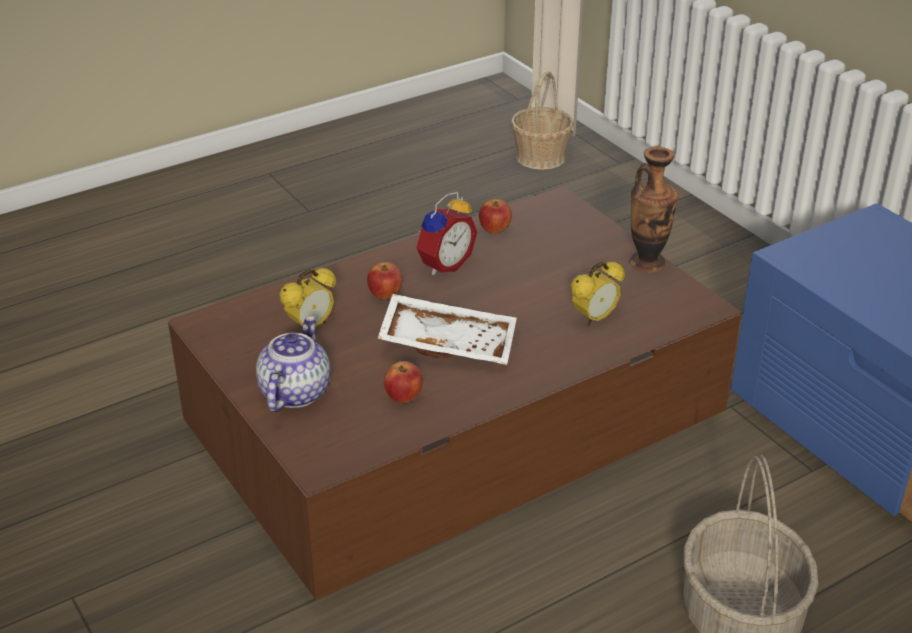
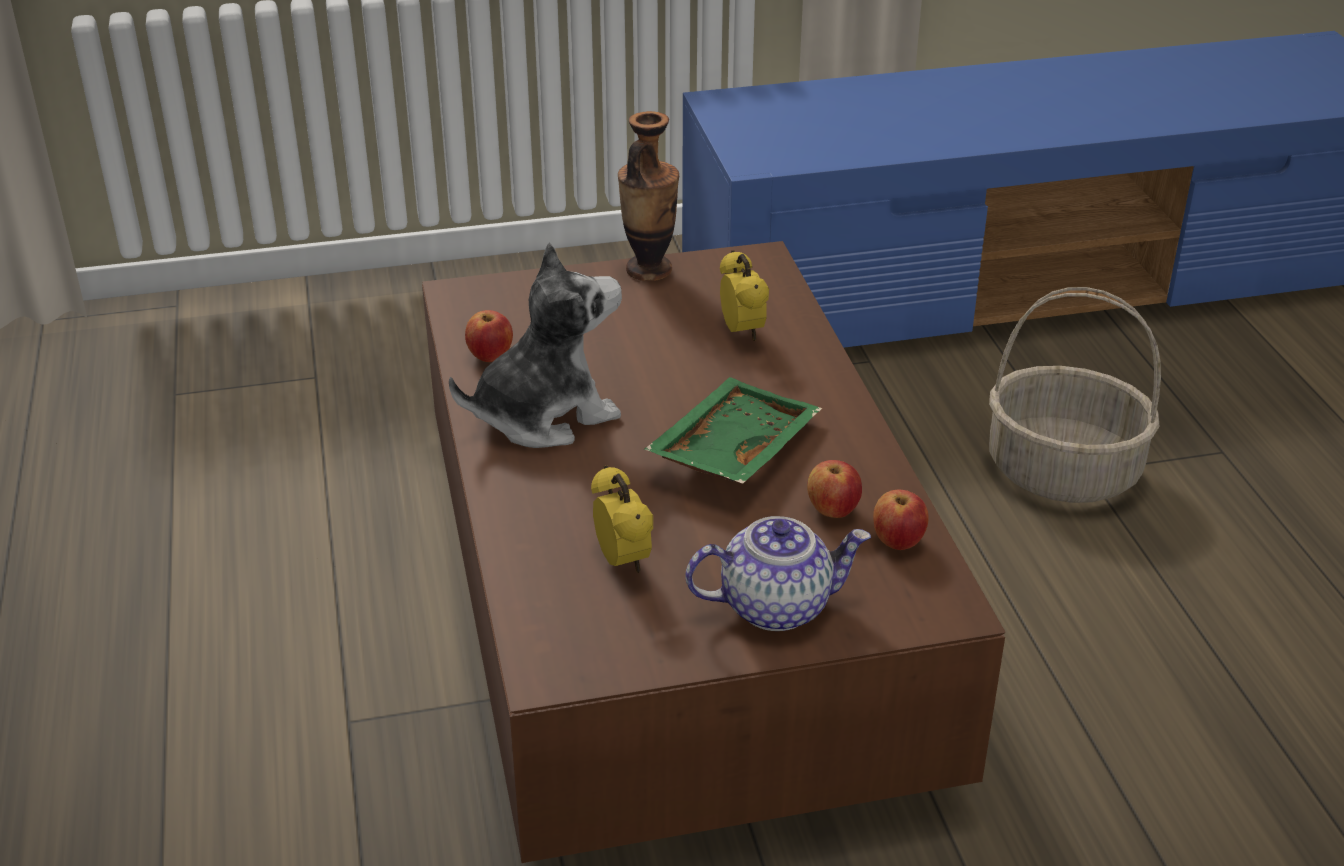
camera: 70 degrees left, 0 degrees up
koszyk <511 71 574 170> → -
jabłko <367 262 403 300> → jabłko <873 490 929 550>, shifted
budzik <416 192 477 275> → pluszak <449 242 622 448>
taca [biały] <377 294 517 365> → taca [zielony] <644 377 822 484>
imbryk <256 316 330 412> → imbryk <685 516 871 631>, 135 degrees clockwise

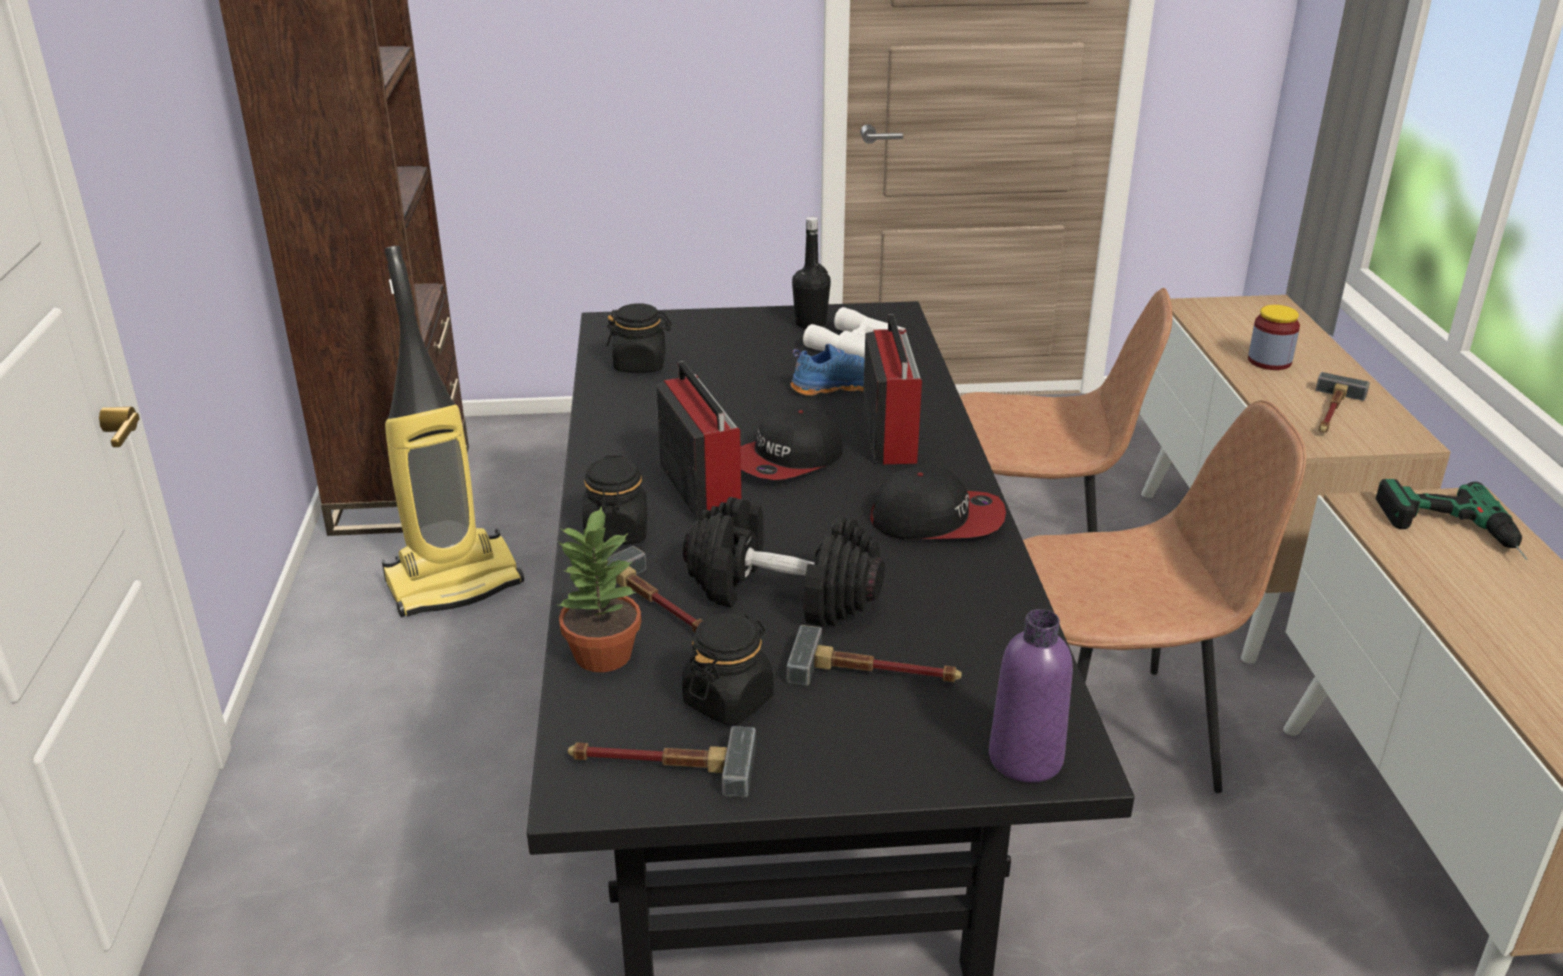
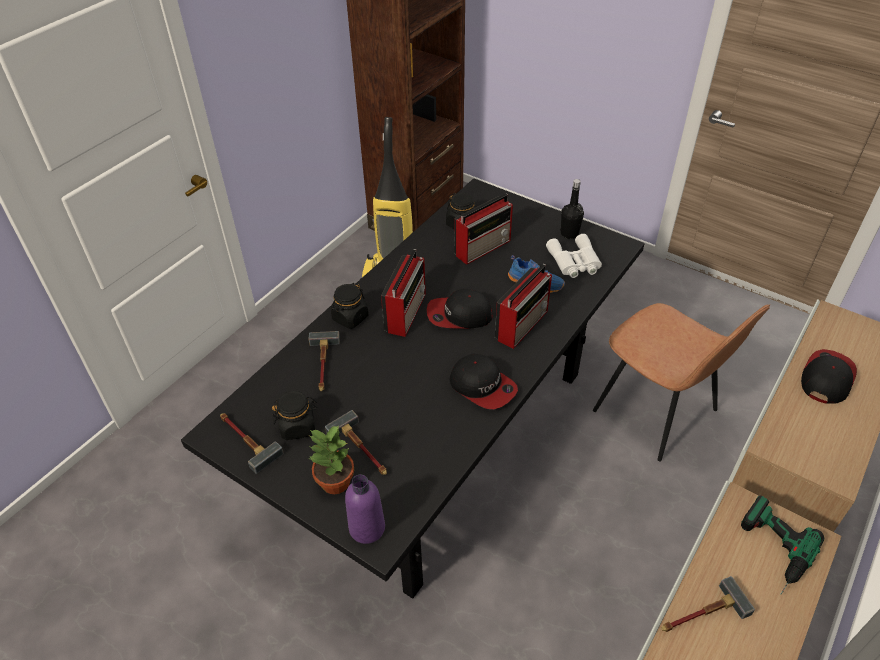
camera: 40 degrees right, 15 degrees up
hantel [czarny] <683 497 885 626> → -
krzesło [brązowy] <1023 400 1306 793> → -
- → radio <454 193 513 265>
roślina doniczkowa <558 505 641 672> → roślina doniczkowa <309 425 354 494>, shifted
młotek <1316 372 1370 433> → młotek <661 576 755 632>, shifted
słoik <1248 305 1300 370> → czapka z daszkiem <801 349 857 404>

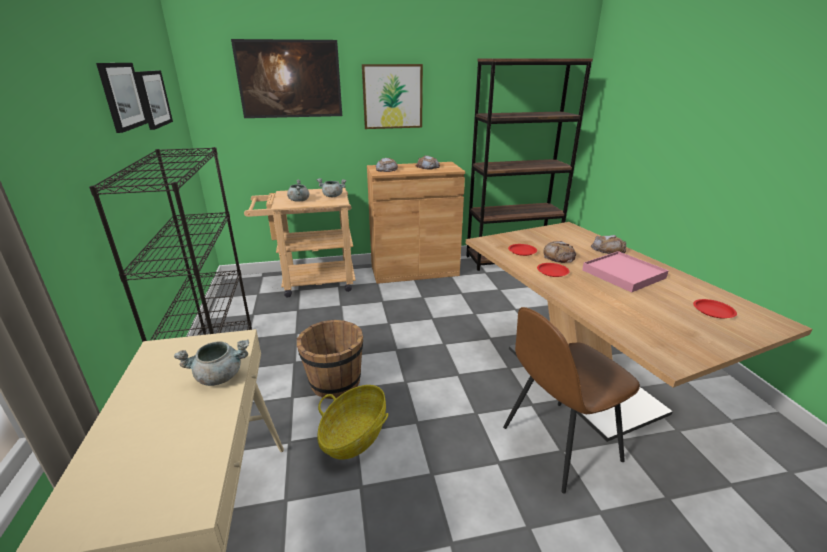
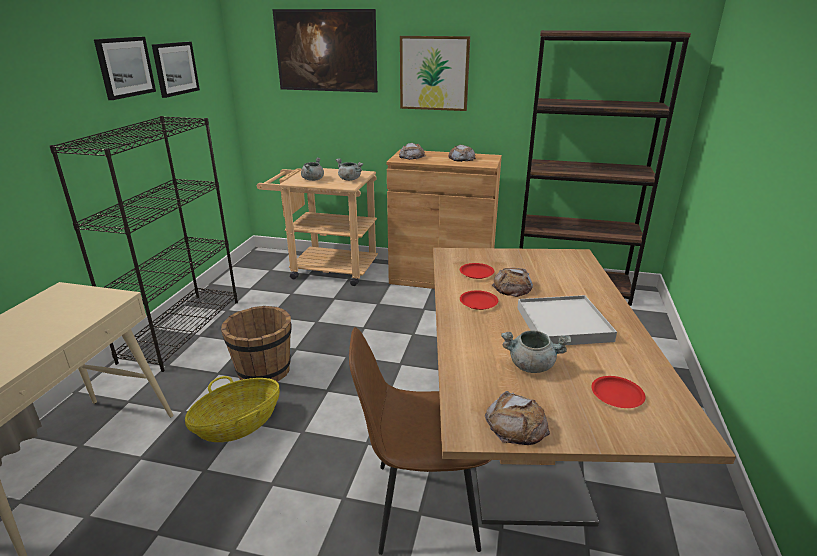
camera: 25 degrees right, 0 degrees up
garnek [szary] <174 339 249 386> → garnek [szary] <501 331 571 373>, shifted
chleb <591 235 627 254> → chleb <485 391 550 445>, shifted
taca [różowy] <582 251 669 292> → taca [biały] <517 295 617 345>

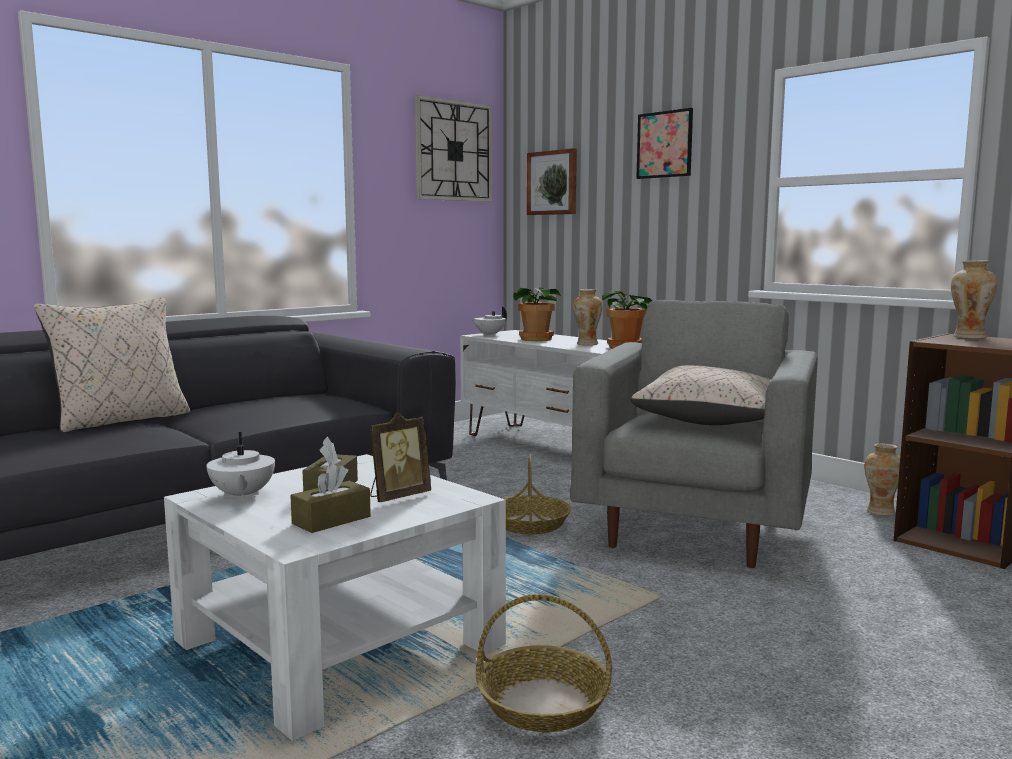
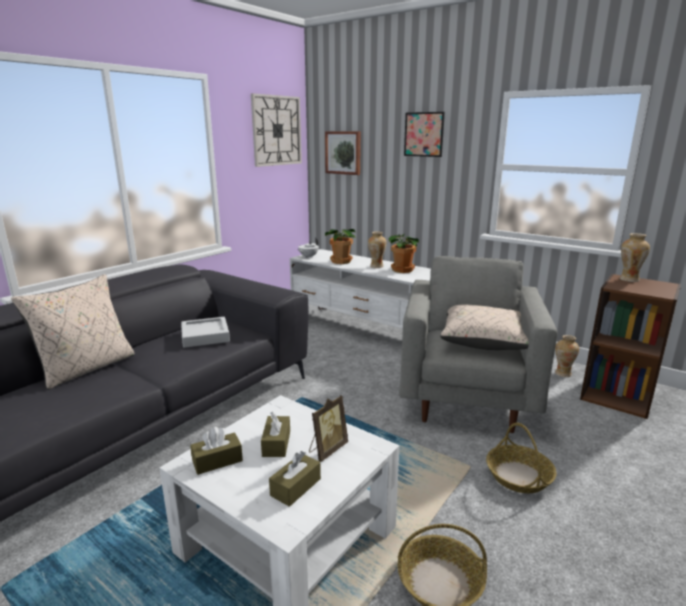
camera: 10 degrees left, 10 degrees up
- → taca [szary] <181 317 230 348>
koszyk <502 454 571 534> → koszyk <486 423 556 493>, shifted
imbryk [biały] <206 432 275 501> → pudełko chusteczek [brązowy] <190 427 243 475>

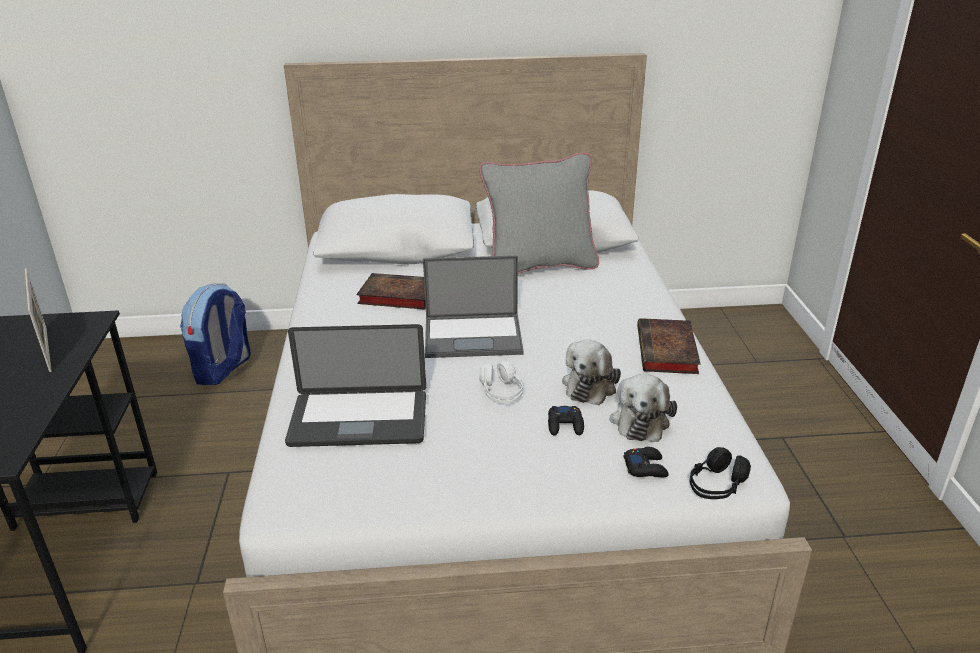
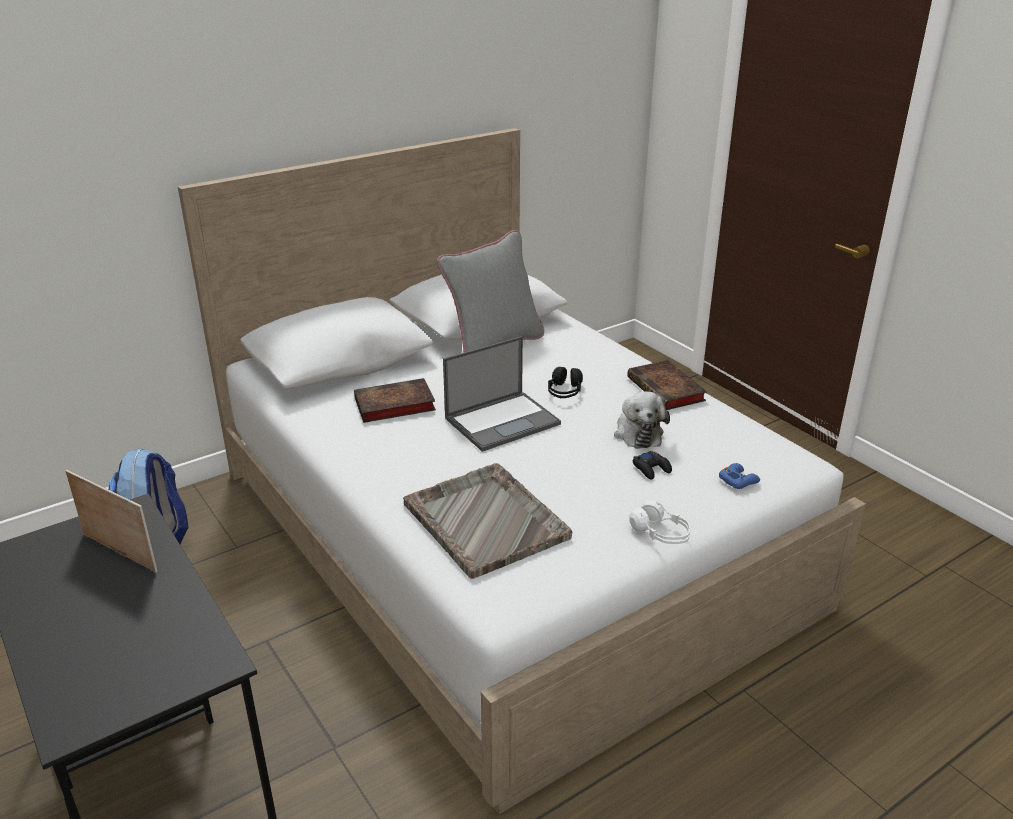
camera: 30 degrees left, 0 degrees up
pluszak <610 374 677 442> → -
słuchawki [biały] <479 361 523 404> → słuchawki [biały] <629 500 690 544>, shifted
słuchawki [czarny] <689 447 751 499> → słuchawki [czarny] <548 367 583 398>, shifted
laptop <285 324 426 447> → taca [szary] <403 463 572 579>
pad do gier [czarny] <624 447 669 477> → pad do gier [niebieski] <719 463 760 489>

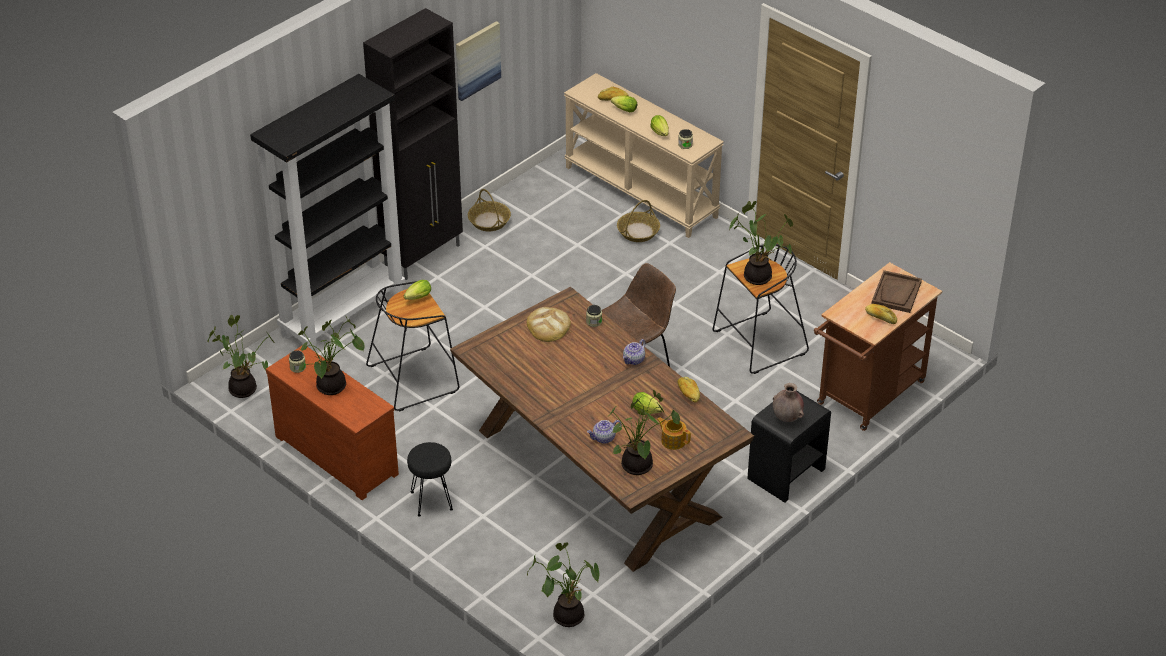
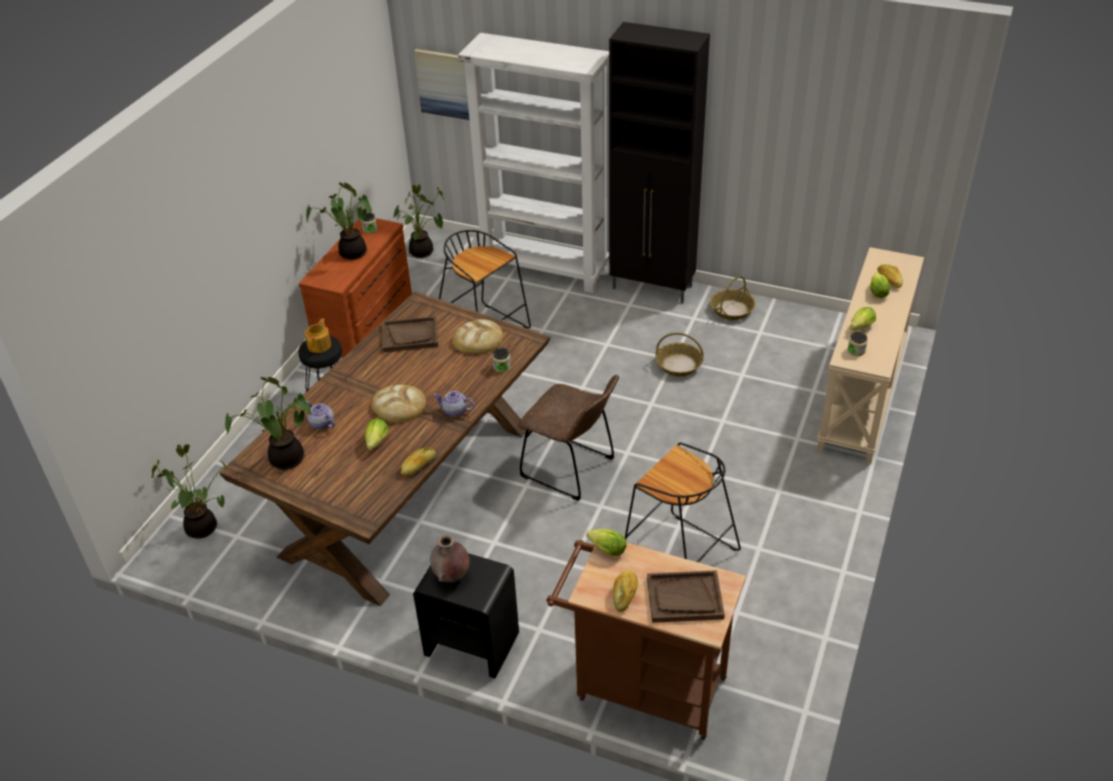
camera: 70 degrees right, 0 degrees up
roślina doniczkowa <729 201 793 285> → -
- → chleb <371 385 426 423>
- → taca [brązowy] <382 316 438 352>
sałata <404 280 431 300> → sałata <586 529 627 556>, shifted
obraz <456 21 501 101> → obraz <414 49 469 120>, shifted
koszyk <617 200 660 242> → koszyk <655 333 704 376>, shifted
imbryk <657 417 691 450> → imbryk <305 318 331 353>, shifted
regał [czarny] <250 74 405 351> → regał [biały] <458 33 609 293>

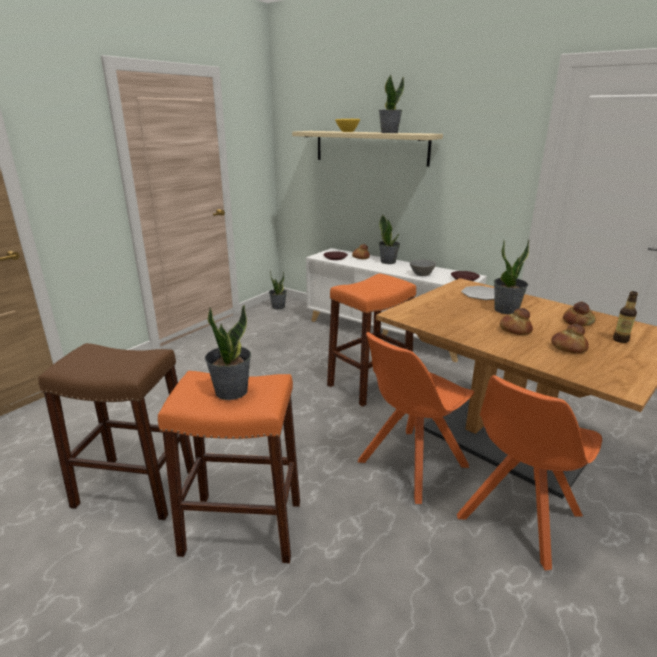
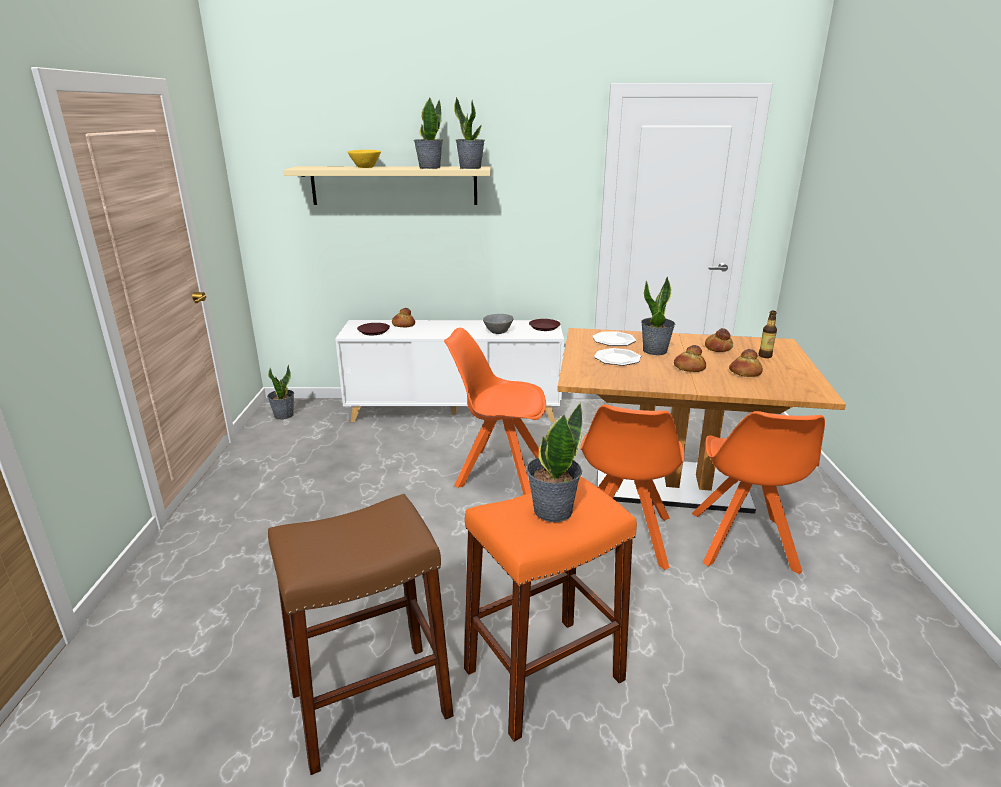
camera: 35 degrees left, 0 degrees up
- → talerz <594 348 641 366>
roślina doniczkowa <379 214 400 264> → roślina doniczkowa <454 97 485 169>, shifted
stołek [pomarańczowy] <327 274 416 407> → krzesło [pomarańczowy] <444 328 546 495>

